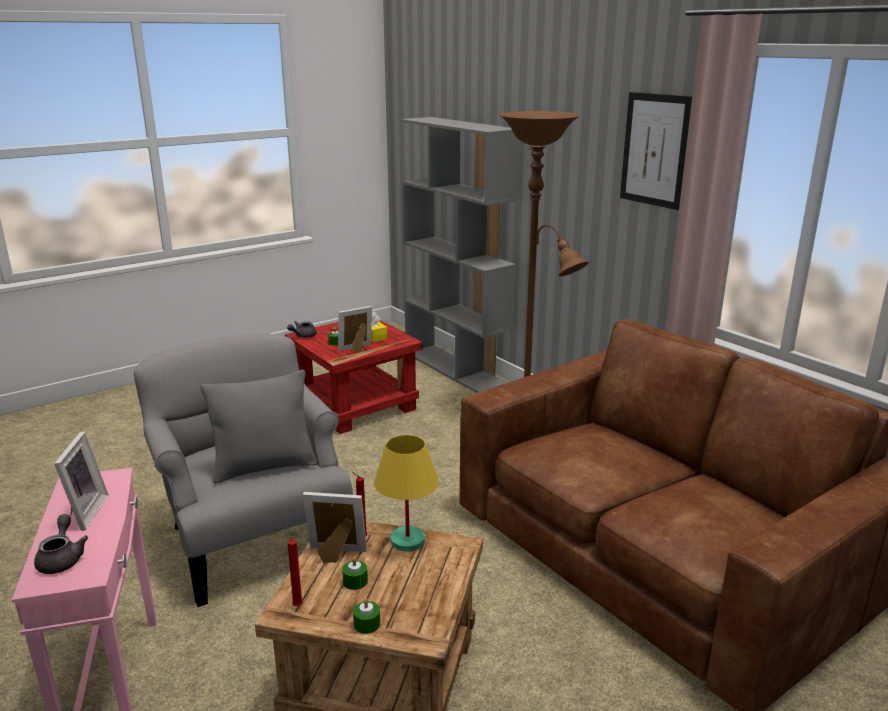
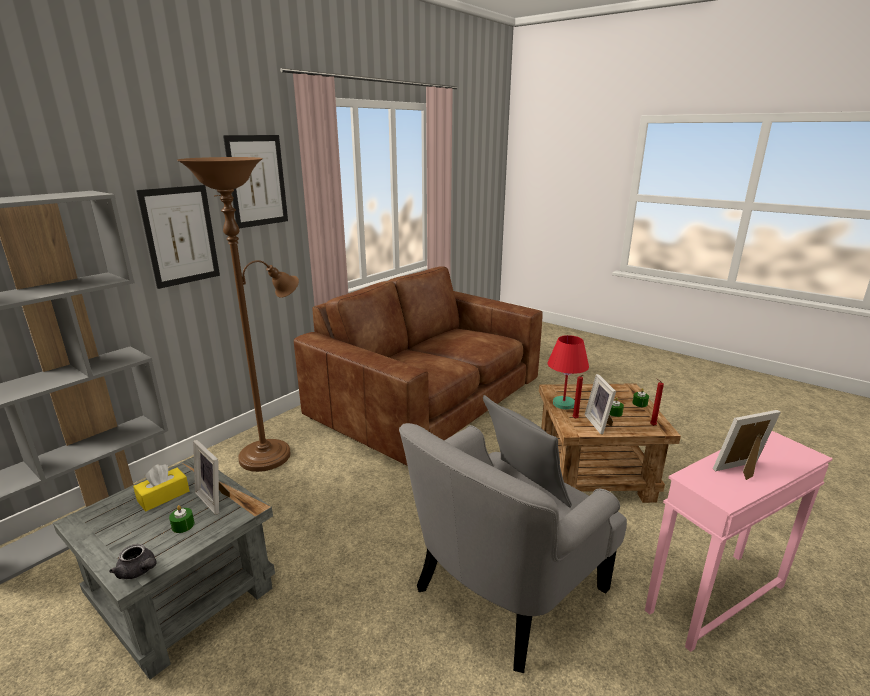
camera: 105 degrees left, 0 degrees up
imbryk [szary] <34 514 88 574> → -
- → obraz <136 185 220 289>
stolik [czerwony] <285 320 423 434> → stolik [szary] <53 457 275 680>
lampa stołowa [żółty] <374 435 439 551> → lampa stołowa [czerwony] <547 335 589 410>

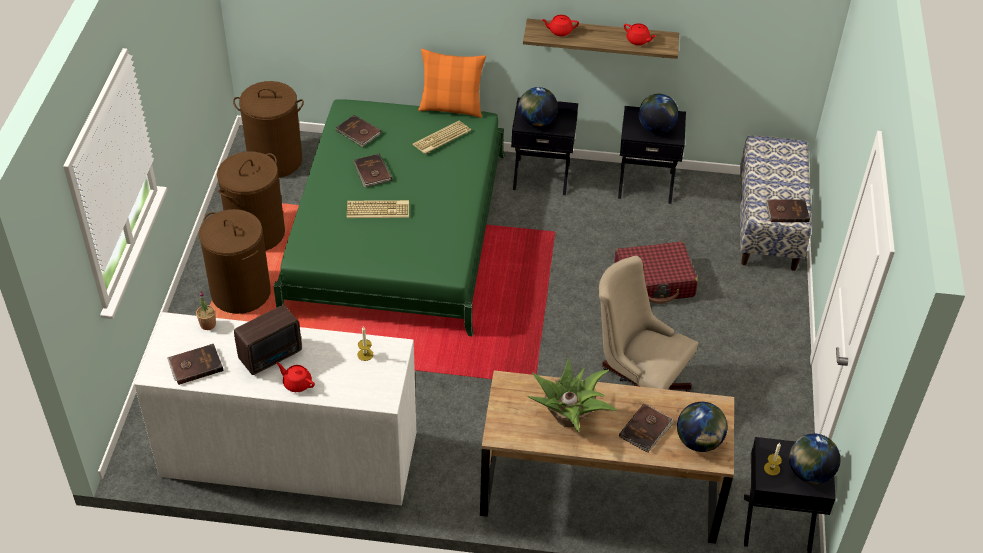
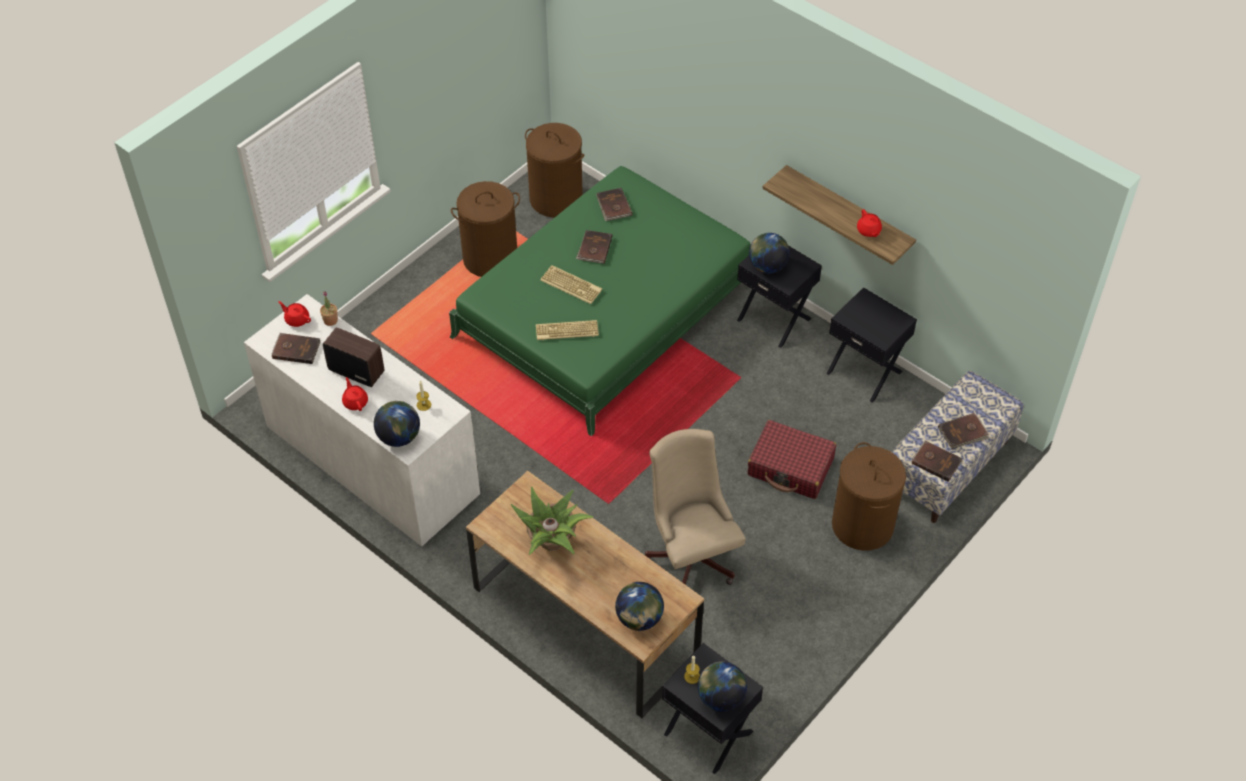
camera: 35 degrees right, 5 degrees up
poduszka [pomarańczowy] <418 49 486 118> → -
kosz na pranie [brązowy] <199 209 271 314> → kosz na pranie [brązowy] <832 442 906 550>, shifted
klawiatura <412 121 471 154> → klawiatura <536 320 599 340>, shifted
imbryk [czerwony] <542 15 579 36> → imbryk [czerwony] <278 301 311 327>, shifted
książka [brązowy] <619 404 674 453> → książka [brązowy] <938 413 990 449>, shifted
globus <639 94 678 133> → globus <374 401 420 447>, shifted
radio <234 305 302 375> → radio <323 327 384 387>, 150 degrees counterclockwise

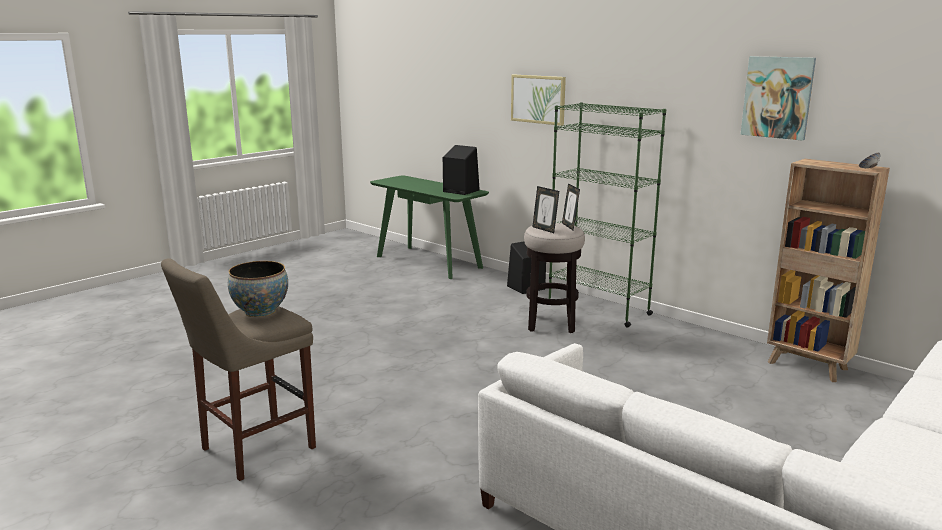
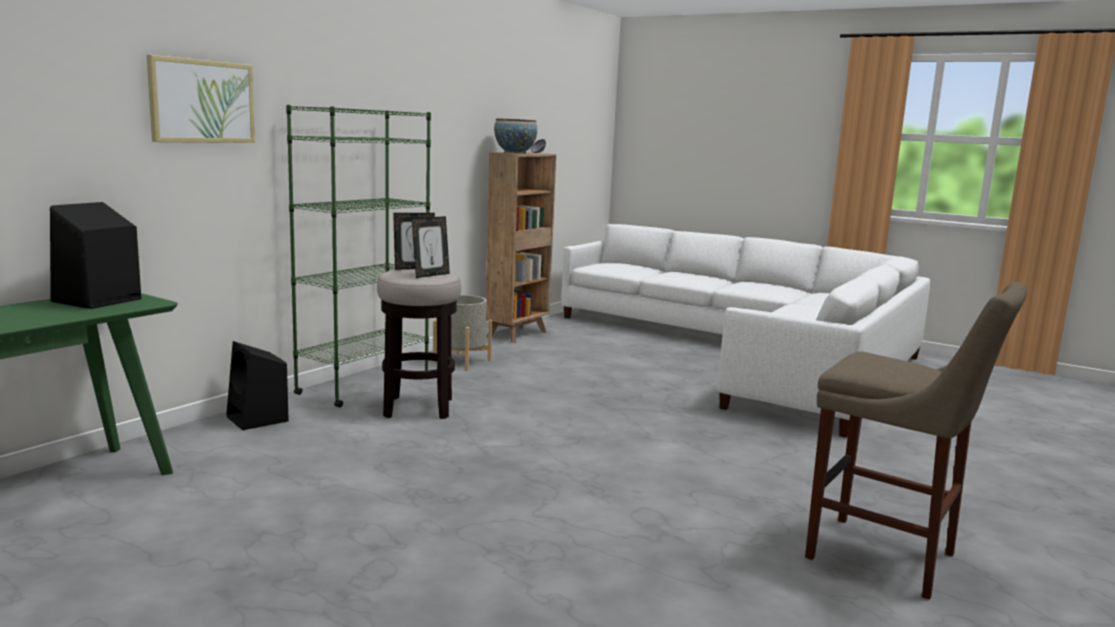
camera: 100 degrees left, 5 degrees down
obraz <741 56 816 141> → -
- → donica [szary] <433 295 492 370>
miska <228 261 288 317> → miska <494 118 537 154>, shifted

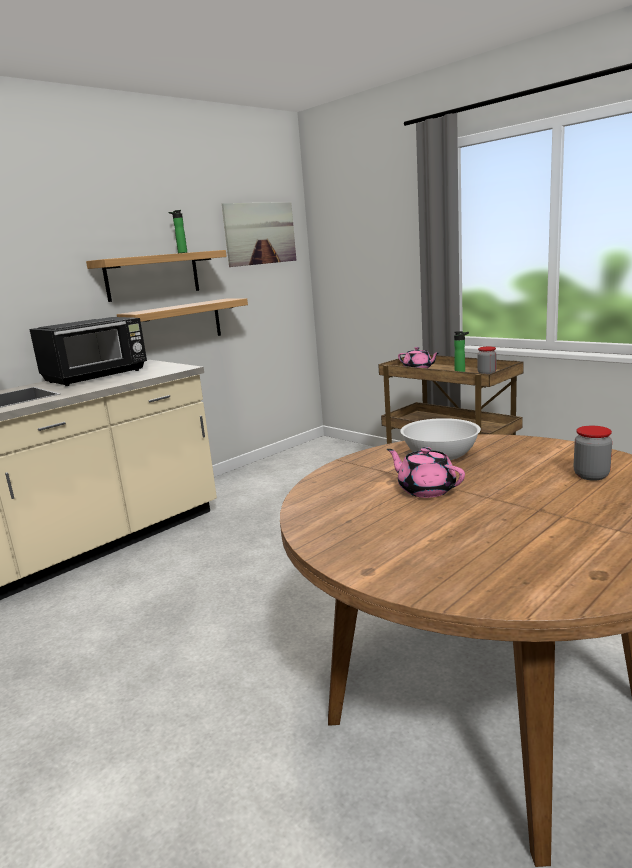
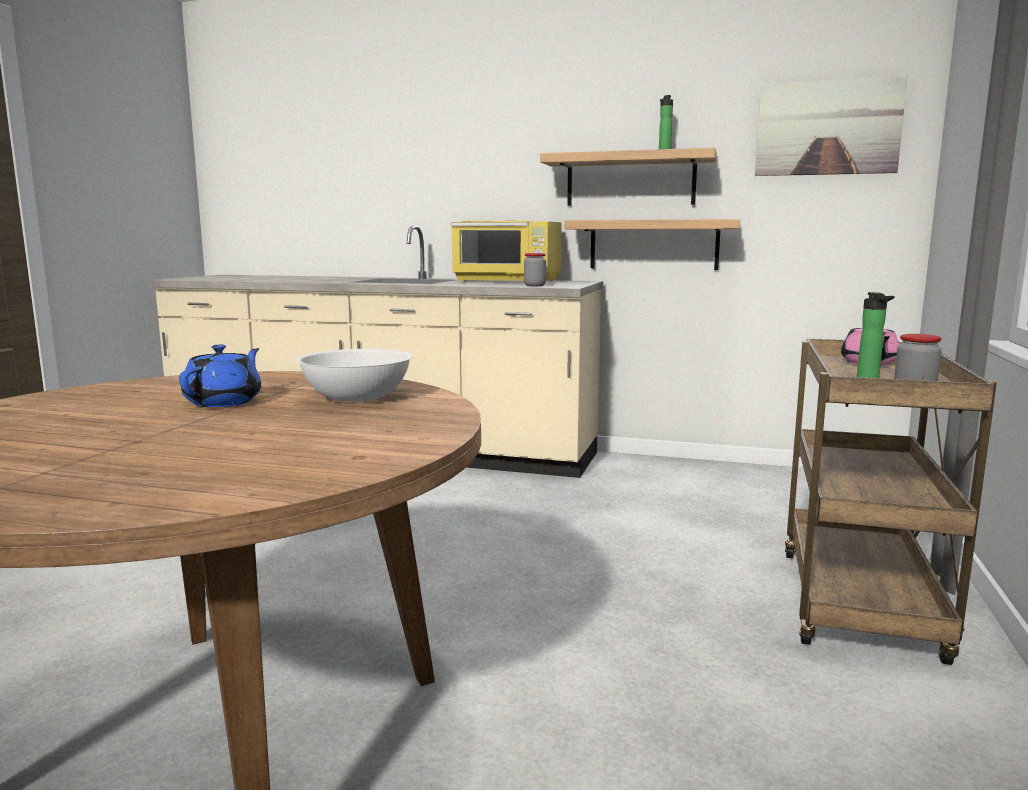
camera: 60 degrees right, 5 degrees down
słoik <574 426 612 481> → słoik <524 253 546 286>, shifted
mikrofalówka [czarny] <29 317 147 386> → mikrofalówka [żółty] <451 221 562 282>
imbryk [różowy] <387 447 465 498> → imbryk [niebieski] <179 345 261 407>

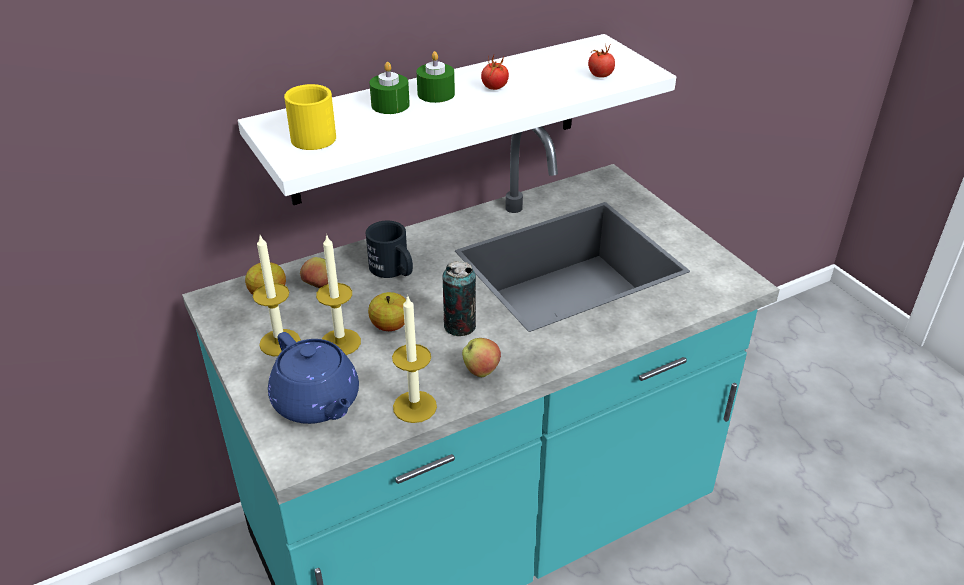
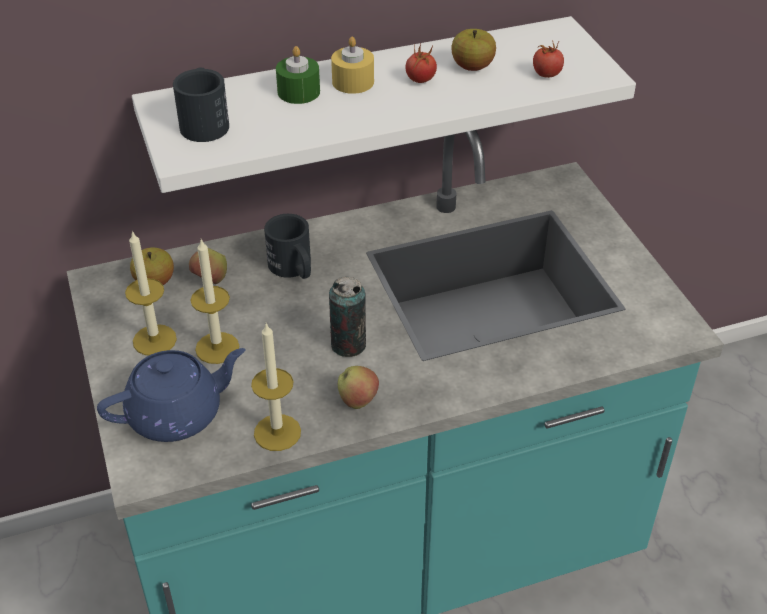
camera: 10 degrees right, 5 degrees up
jabłko <368 292 406 331> → jabłko <452 29 496 71>, shifted
kubek [żółty] <284 84 336 150> → kubek [czarny] <173 67 229 142>
świeca [zielony] <417 51 455 103> → świeca [żółty] <331 36 374 94>
imbryk [niebieski] <268 332 359 424> → imbryk [niebieski] <97 348 245 442>, 90 degrees counterclockwise

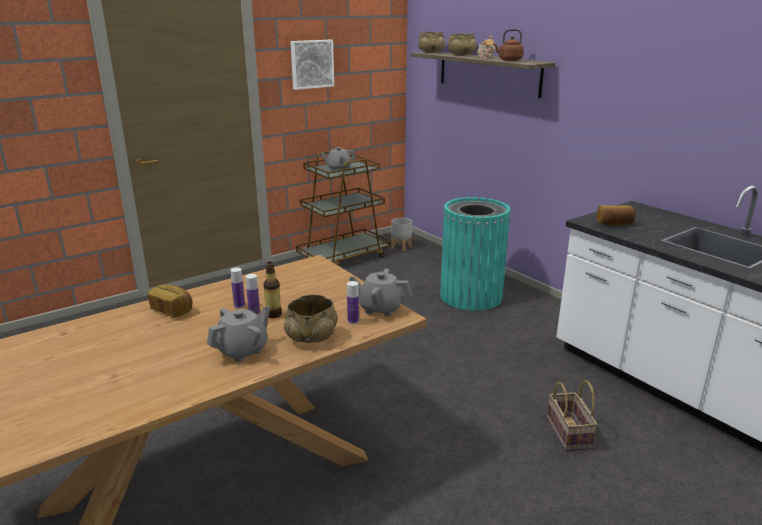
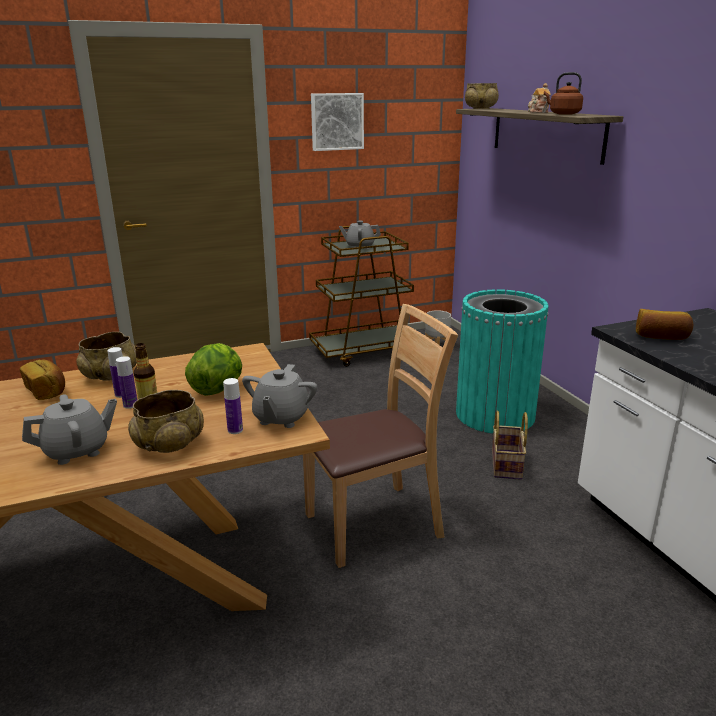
camera: 15 degrees right, 0 degrees up
- → sałata <185 343 242 396>
- → krzesło [brązowy] <303 304 458 568>
miska [beżowy] <448 34 477 56> → miska [beżowy] <76 332 137 381>, shifted
koszyk <547 381 597 451> → koszyk <492 410 528 479>, shifted
imbryk [szary] <349 268 412 316> → imbryk [szary] <242 364 317 428>, 105 degrees counterclockwise

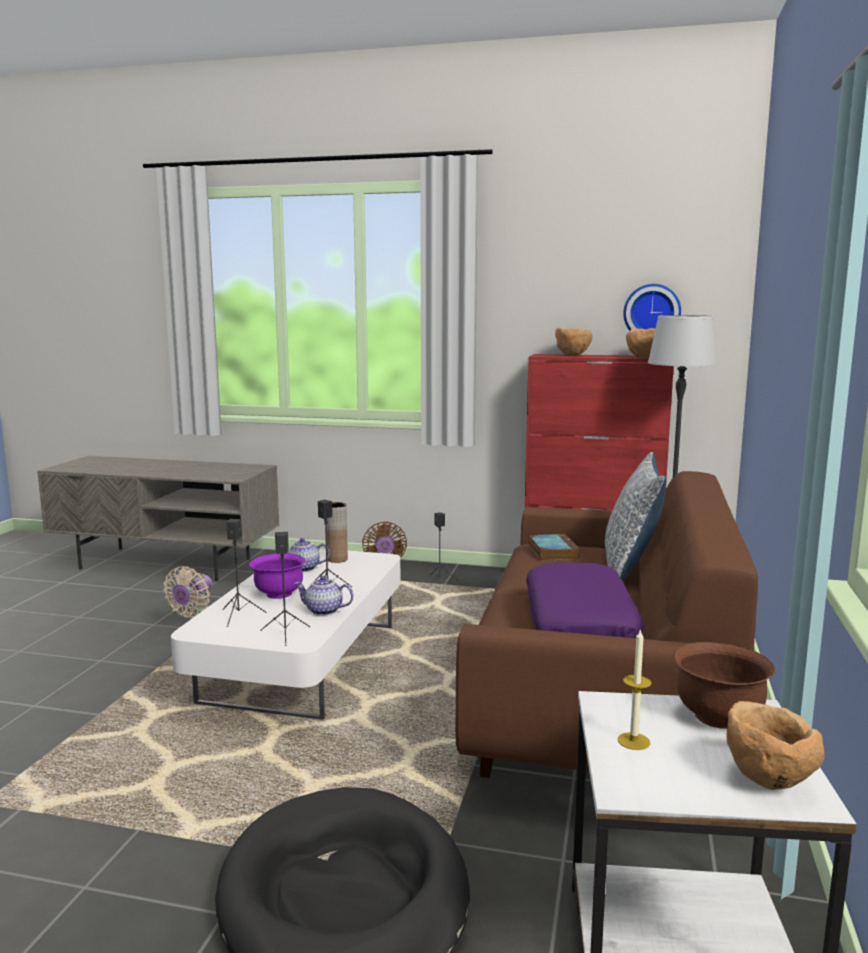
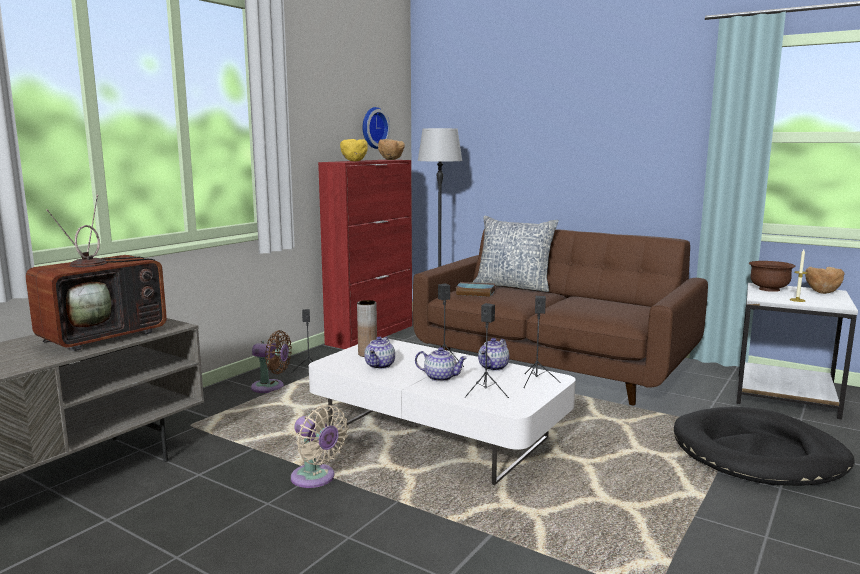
camera: 70 degrees left, 0 degrees up
poduszka [fioletowy] <526 563 643 638> → -
- → telewizor <26 195 168 351>
miska [fioletowy] <249 554 306 599> → imbryk <415 347 467 382>
miska [brązowy] <555 328 593 356> → miska [żółty] <340 139 368 161>

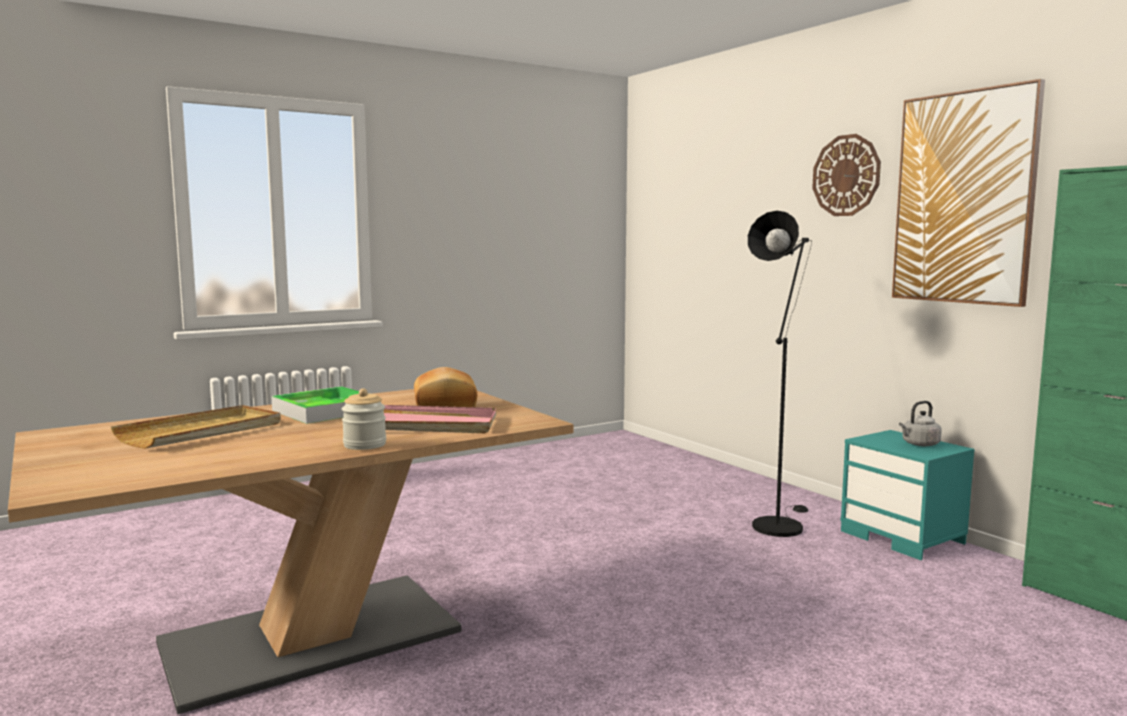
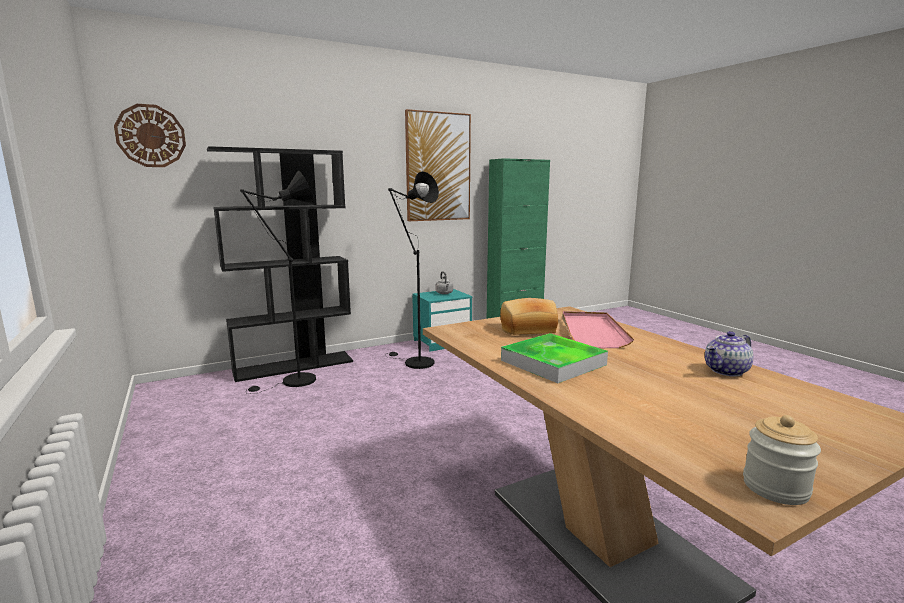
camera: 85 degrees left, 5 degrees up
taca [beżowy] <111 405 281 449> → -
- → regał [czarny] <207 146 353 382>
- → lampa stojąca [czarny] <240 171 316 393>
- → imbryk <705 331 753 377>
słoik <342 389 386 450> → słoik <743 415 821 505>, shifted
zegar ścienny <812 134 881 216> → zegar ścienny <114 104 186 167>, shifted

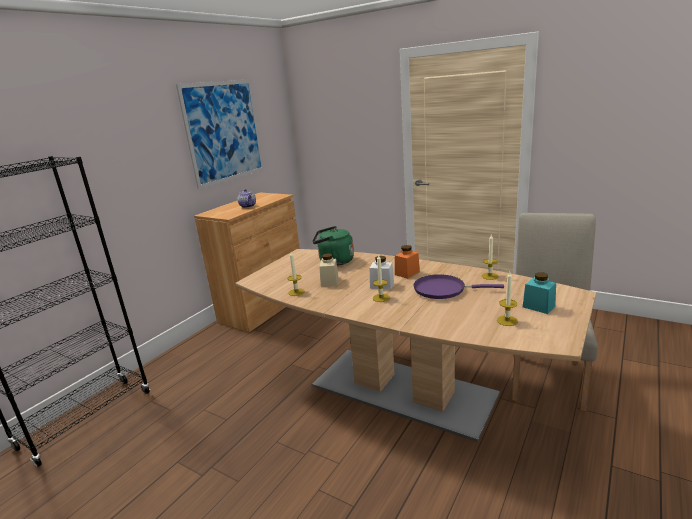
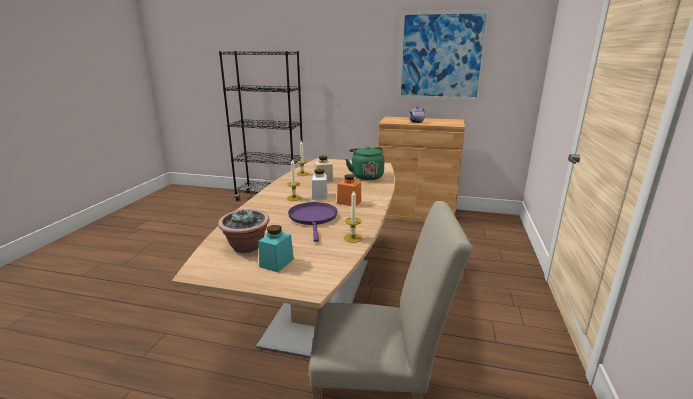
camera: 70 degrees right, 0 degrees up
świeca <497 272 518 326> → roślina doniczkowa <218 209 270 253>

